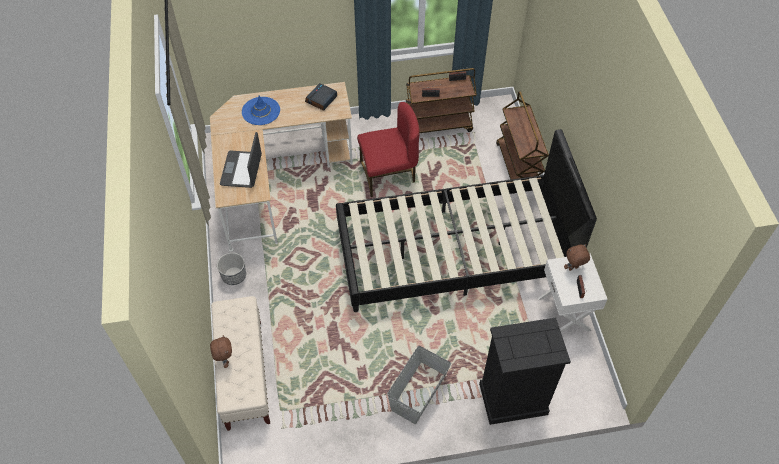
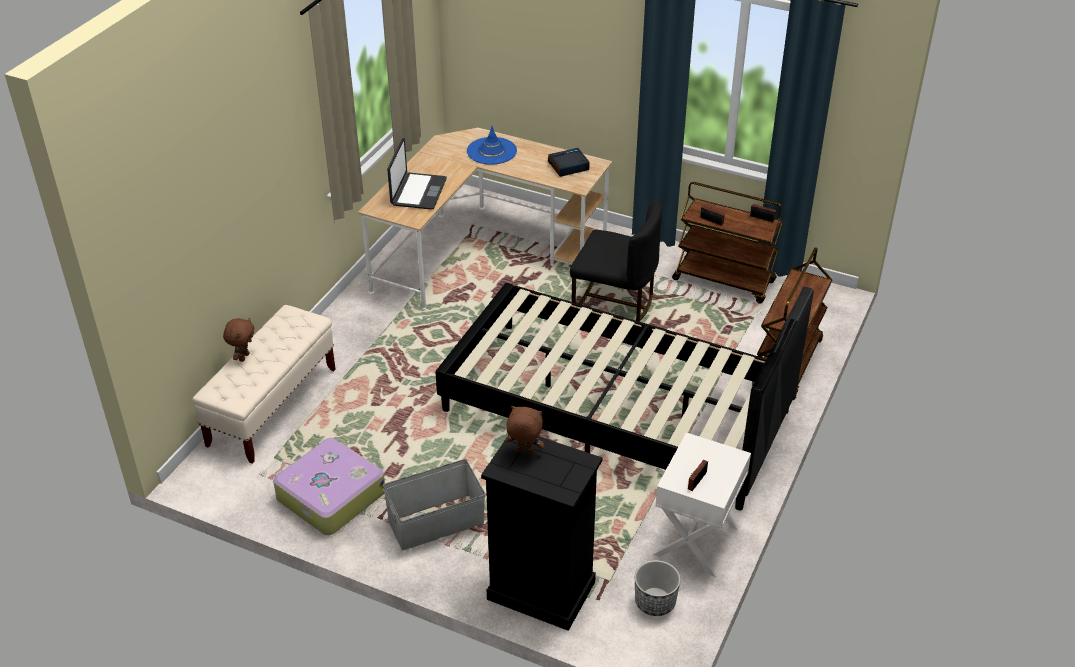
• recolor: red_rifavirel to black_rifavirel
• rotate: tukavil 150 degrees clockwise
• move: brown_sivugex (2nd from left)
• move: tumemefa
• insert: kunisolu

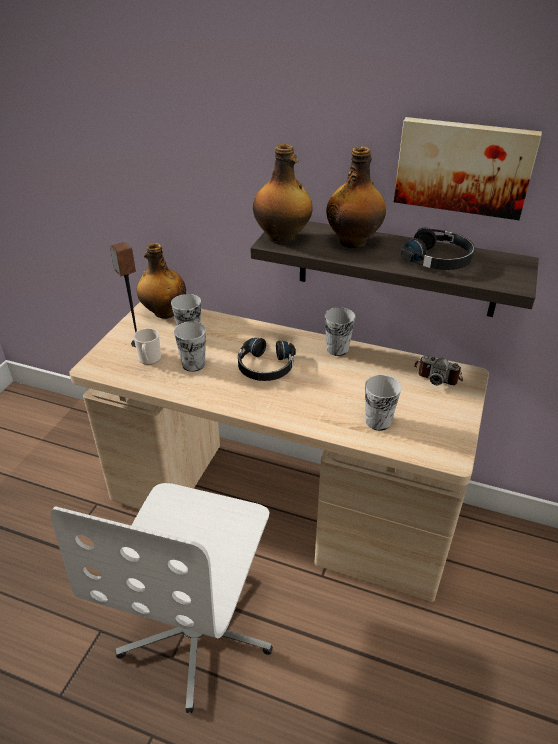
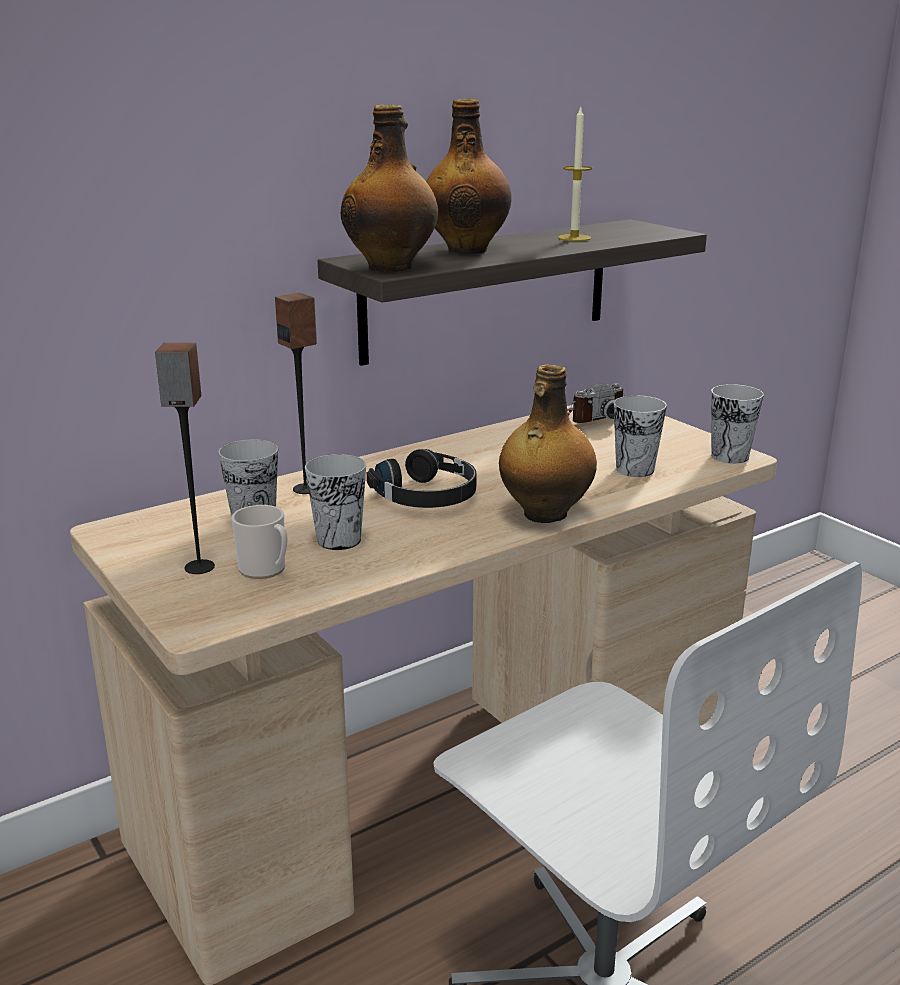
• delete: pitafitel
• replace: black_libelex (2nd from left) to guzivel
• move: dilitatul (1st from left in the first image) to dilitatul (3rd from left)
• move: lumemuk (3rd from left in the first image) to lumemuk (4th from left)
• insert: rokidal (2nd from left)

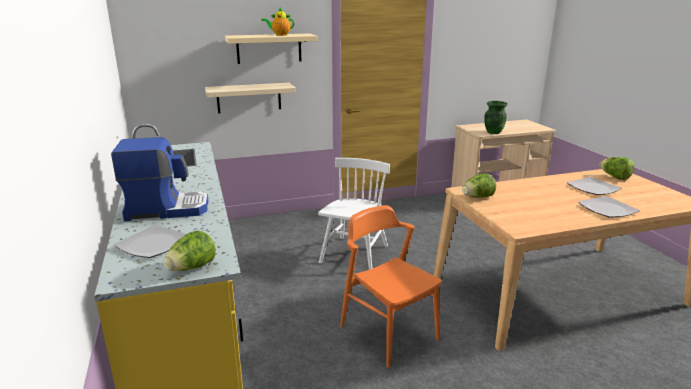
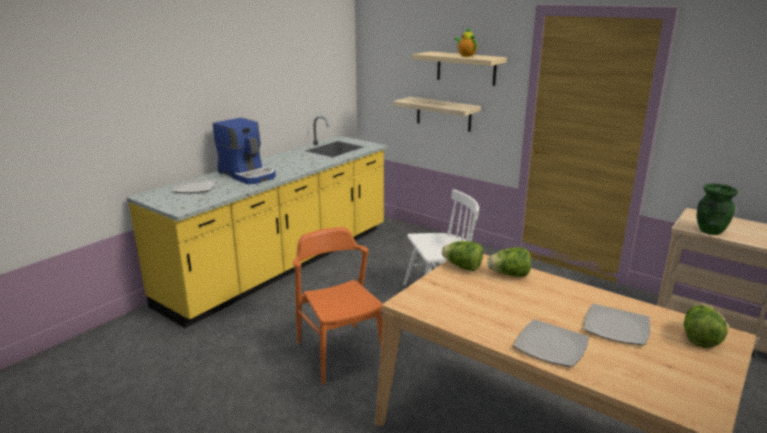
• rotate: orange_rifavirel 45 degrees counterclockwise
• move: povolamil (1st from left in the first image) to povolamil (2nd from left)

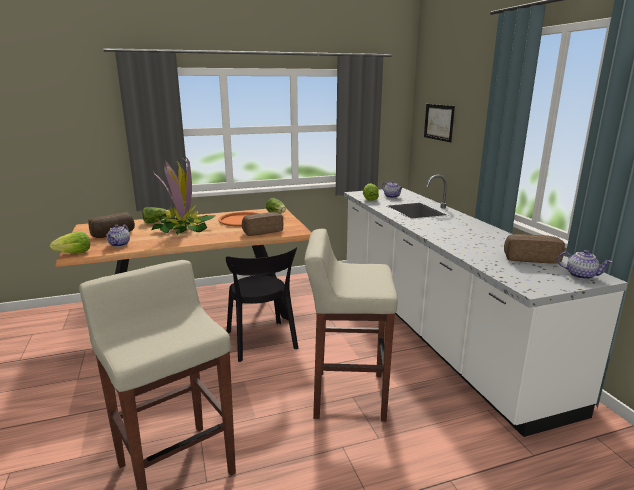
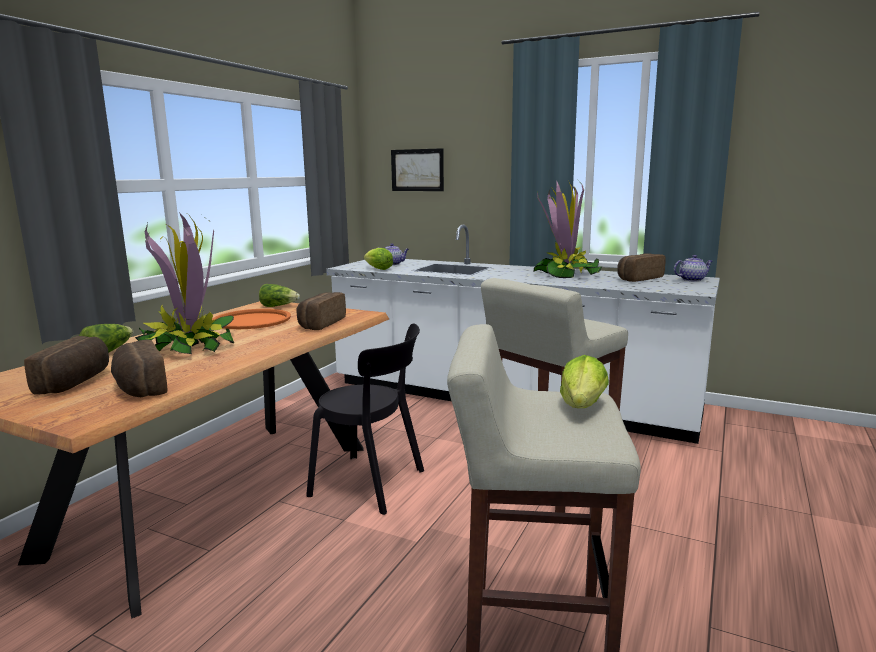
• replace: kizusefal (1st from left) to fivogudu (2nd from left)
• move: povolamil (1st from left in the first image) to povolamil (4th from left)
• insert: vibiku (2nd from left)

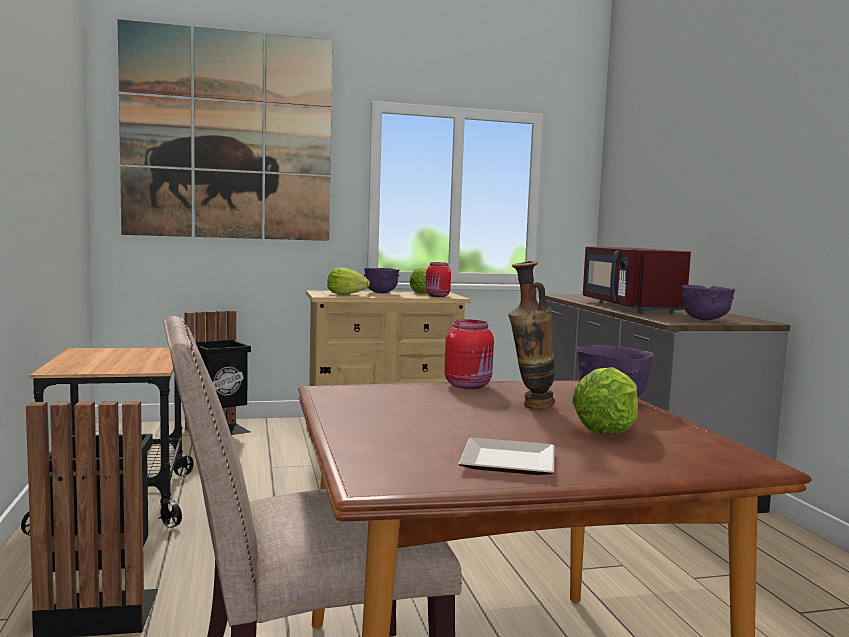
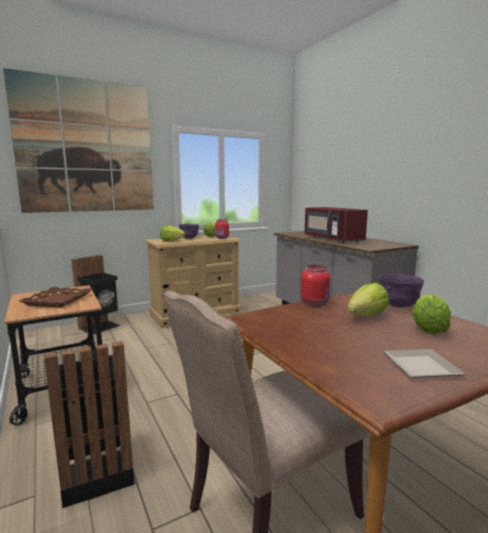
• replace: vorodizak to povolamil (3rd from left)
• delete: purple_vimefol (3rd from left)
• insert: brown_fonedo

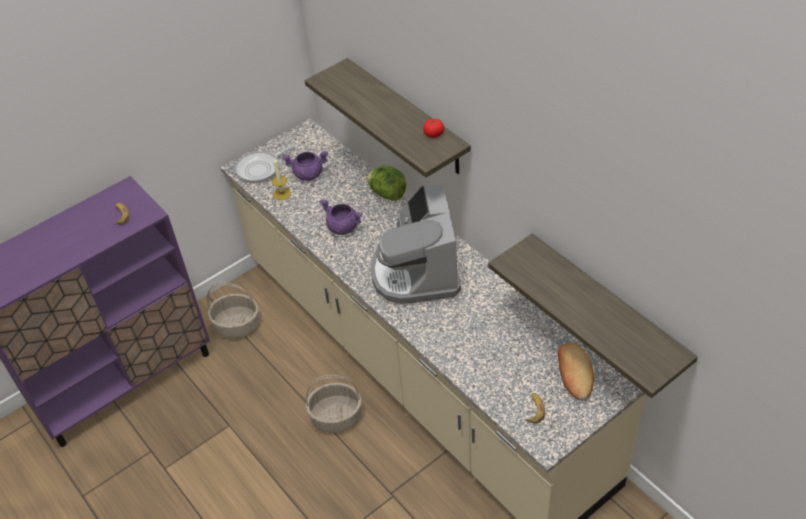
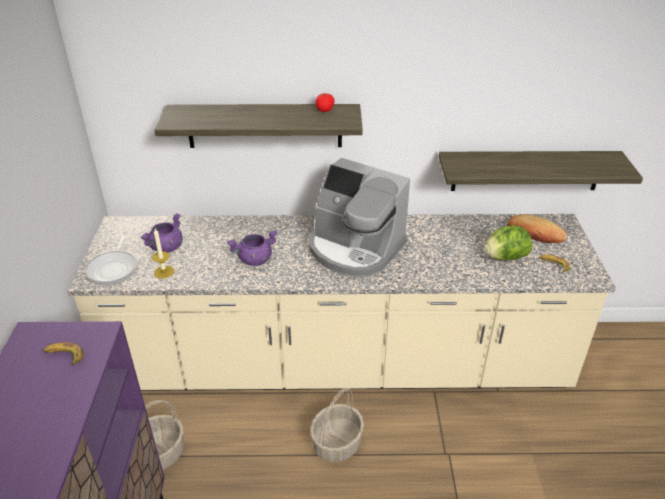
• move: povolamil

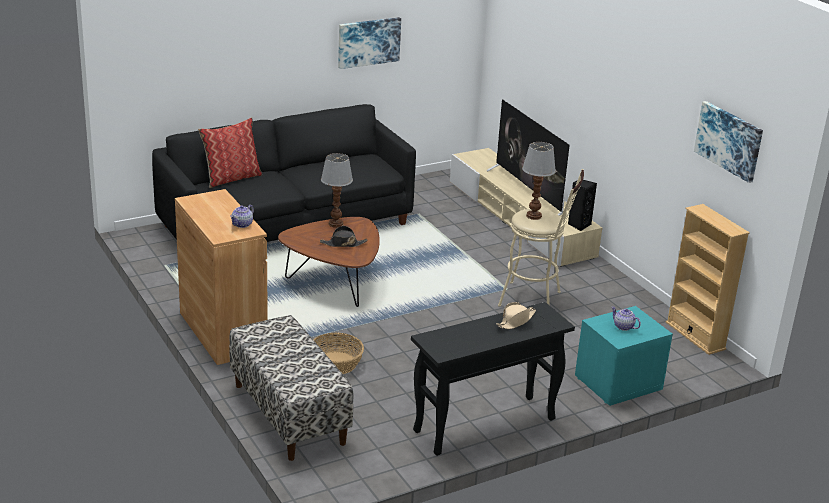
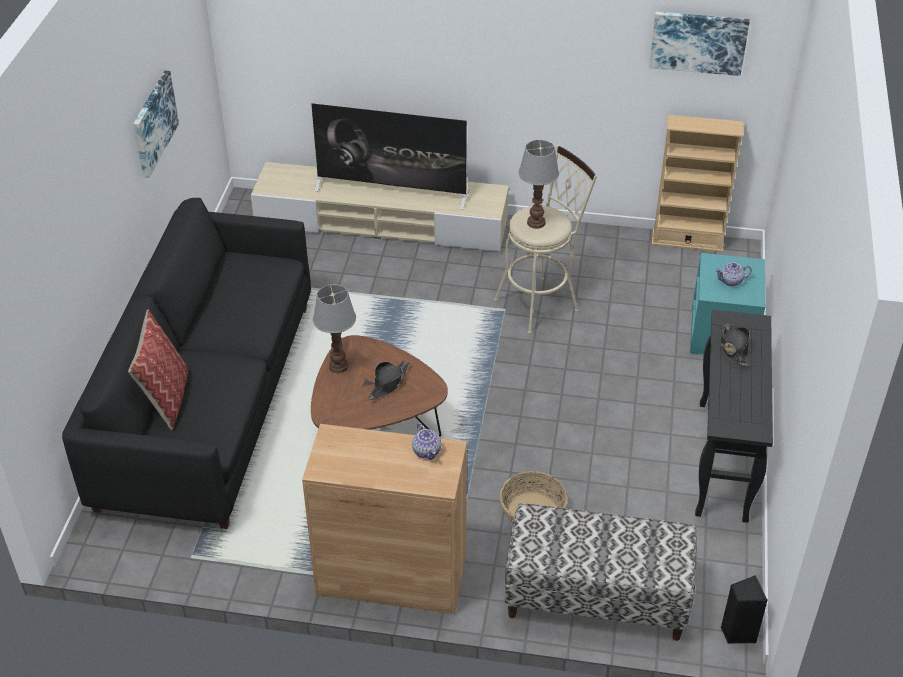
• move: black_rokidal
• recolor: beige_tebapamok to black_tebapamok (2nd from left)

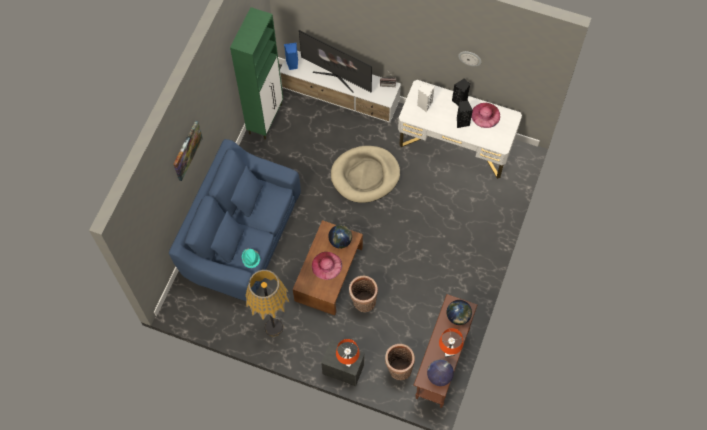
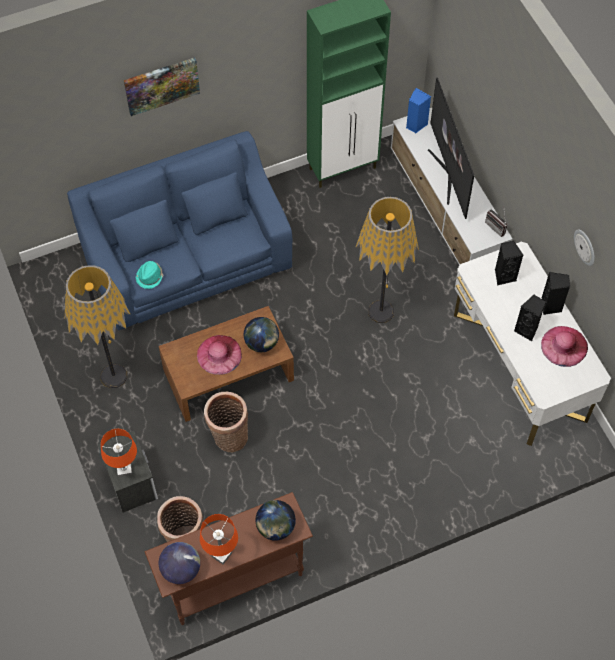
• recolor: white_rokidal to black_rokidal (1st from left)
• replace: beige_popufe to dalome (2nd from left)

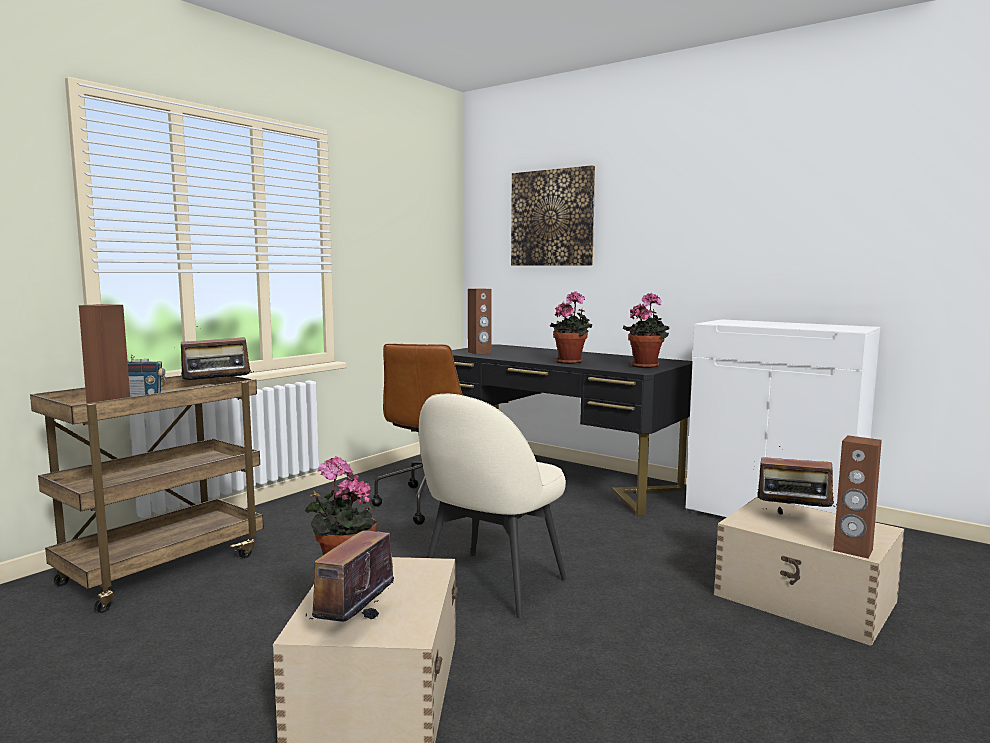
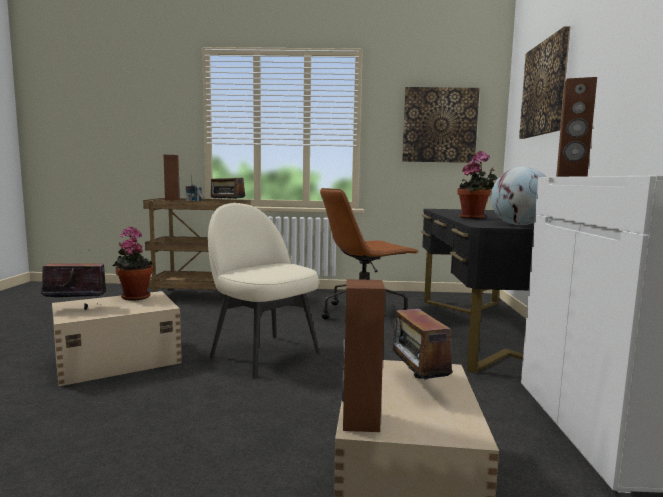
• move: brown_rokidal (2nd from left in the first image) to brown_rokidal (3rd from left)
• replace: vibiku (3rd from left) to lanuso
• rotate: beige_rifavirel 45 degrees clockwise
• insert: pitafitel (1st from left)

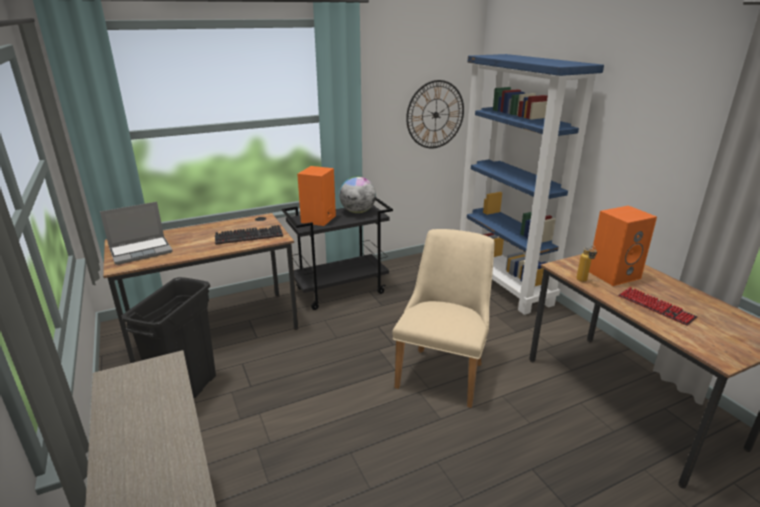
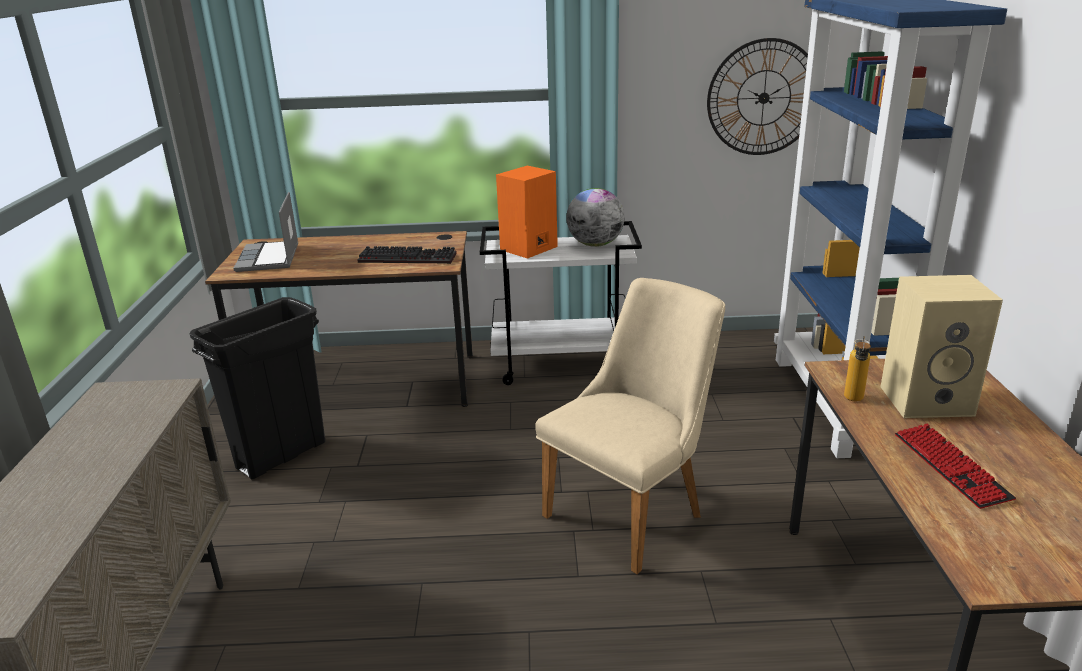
• recolor: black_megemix to white_megemix
• rotate: tukavil 90 degrees clockwise
• recolor: orange_rokidal (2nd from left) to beige_rokidal

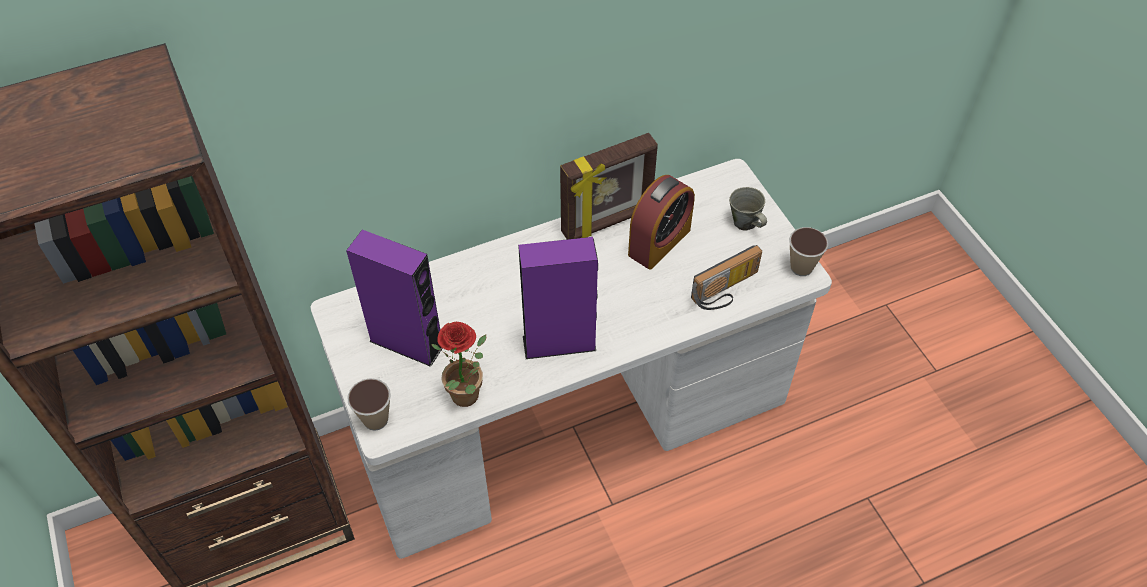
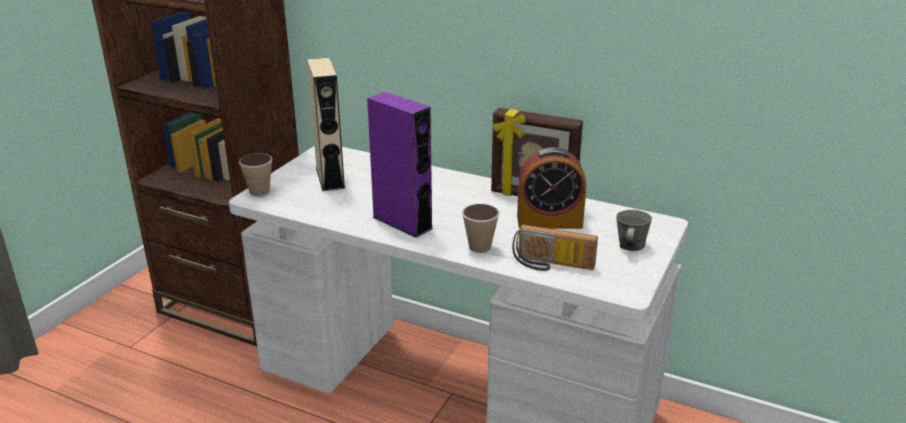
• move: lumemuk (2nd from left)
• recolor: purple_rokidal (1st from left) to beige_rokidal
• delete: vibiku

